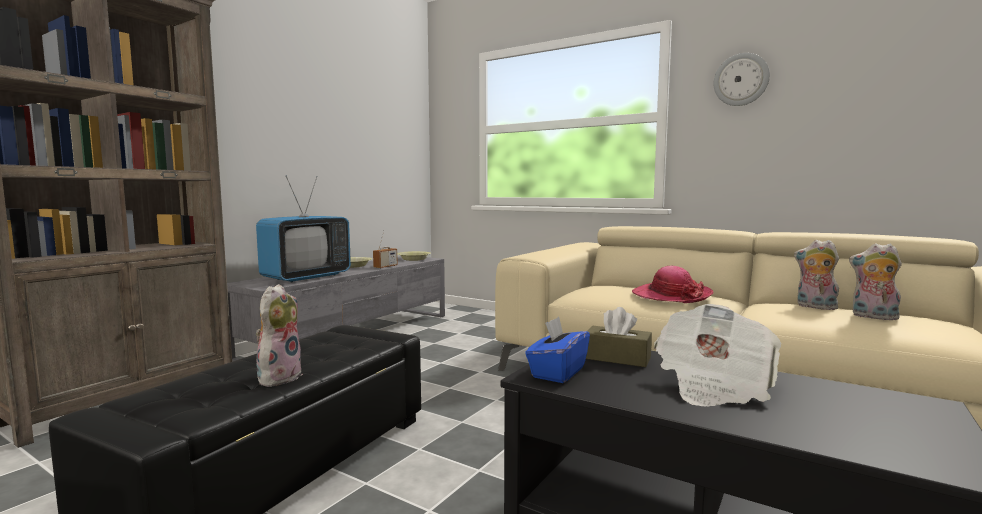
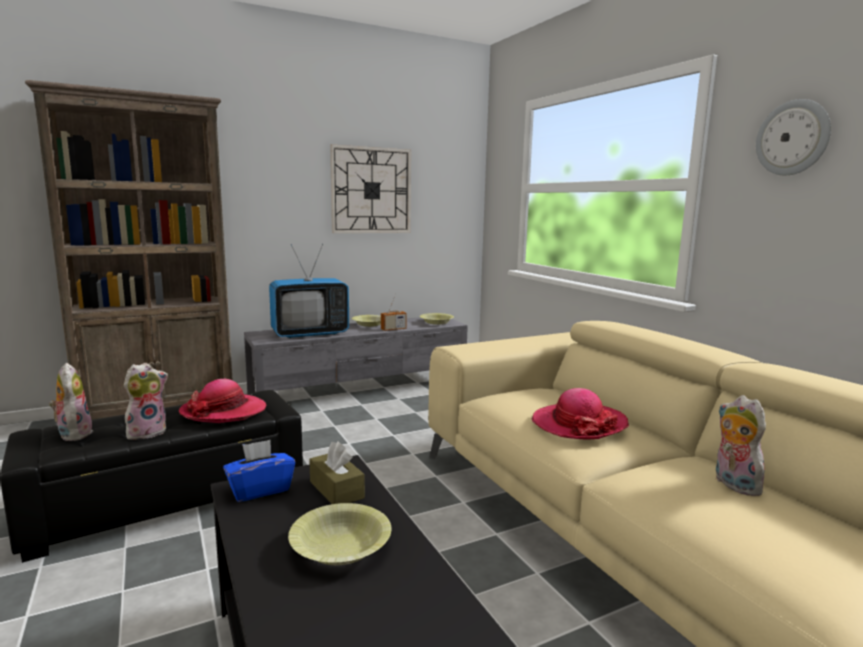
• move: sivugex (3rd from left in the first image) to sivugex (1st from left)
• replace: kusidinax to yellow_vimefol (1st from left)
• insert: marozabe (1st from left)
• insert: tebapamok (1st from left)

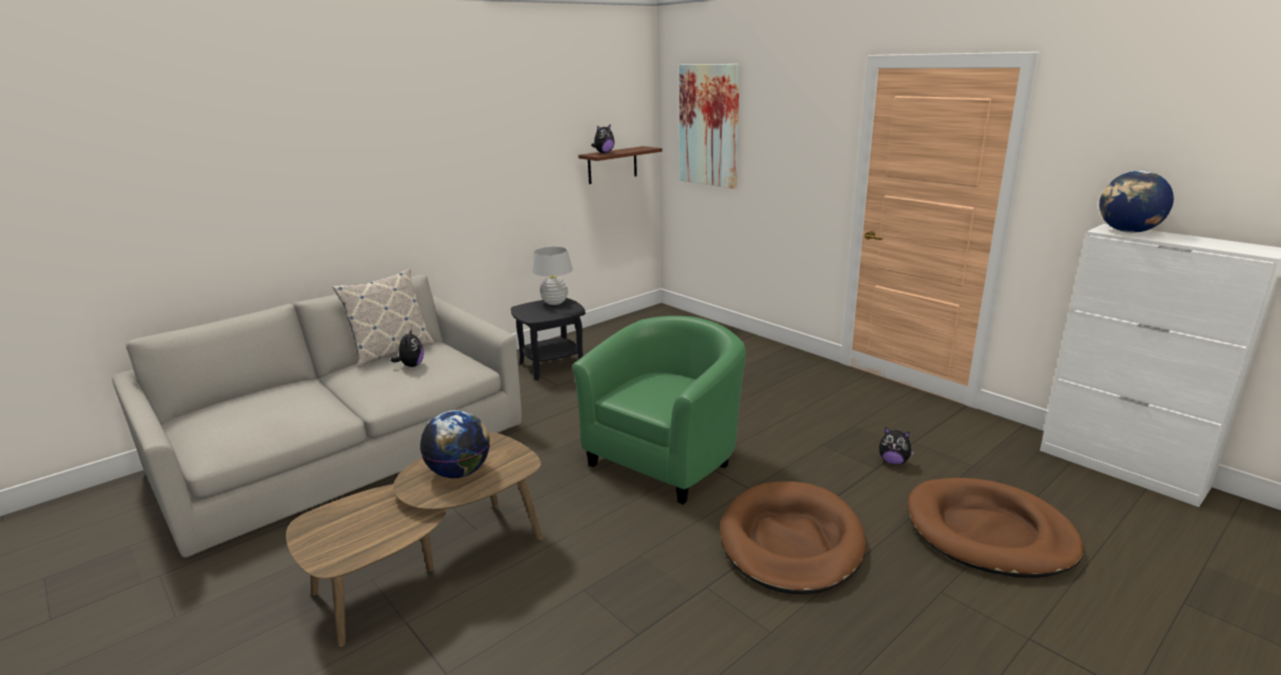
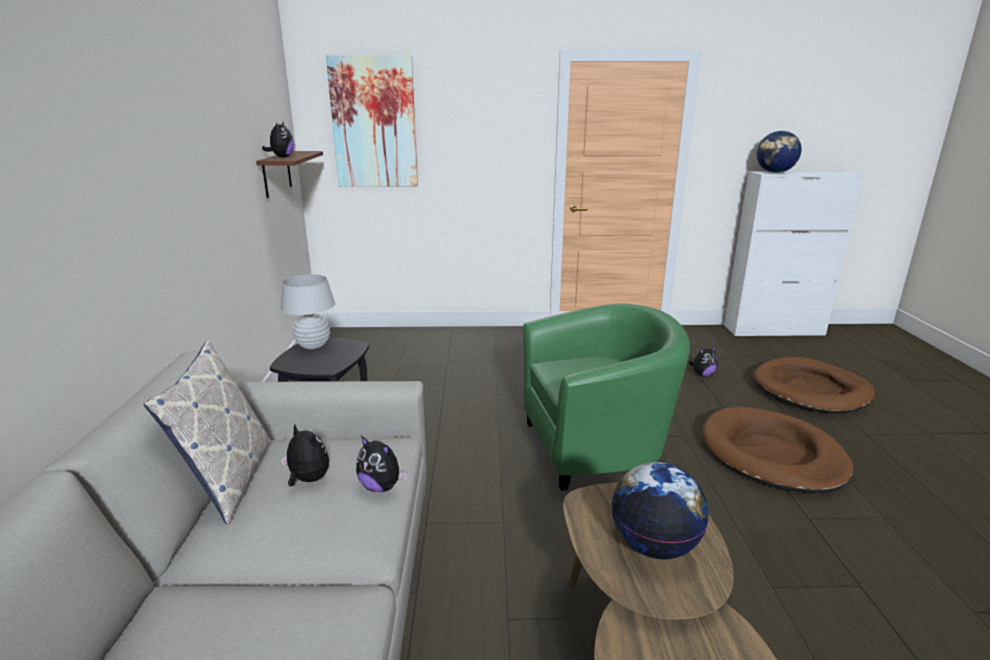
• rotate: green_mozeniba 90 degrees clockwise
• insert: sivugex (3rd from left)

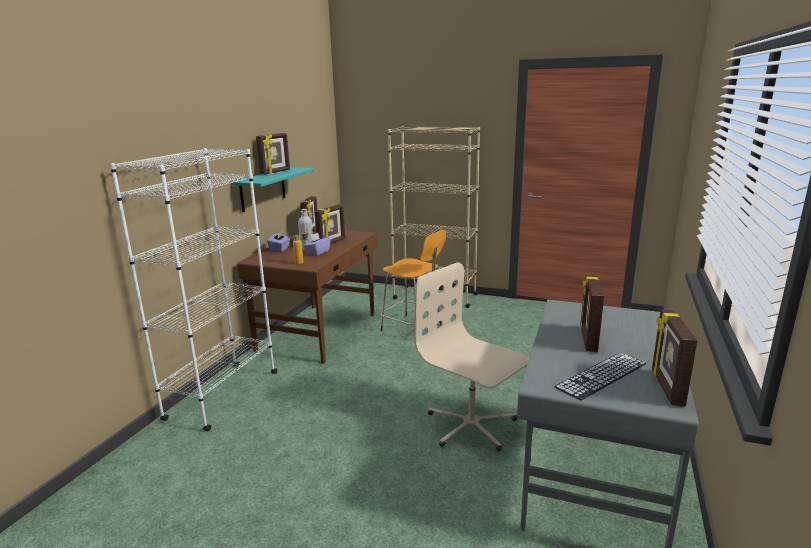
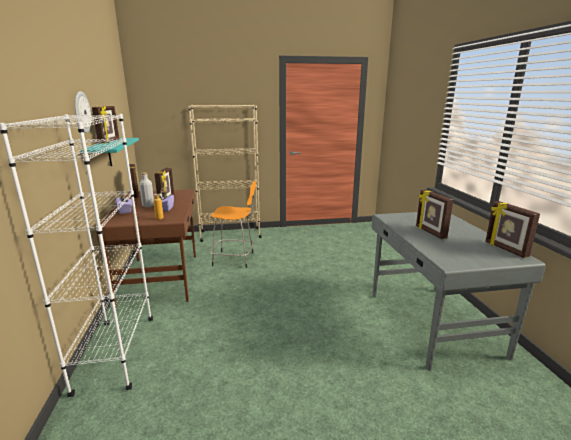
• delete: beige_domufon
• delete: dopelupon
• insert: marozabe

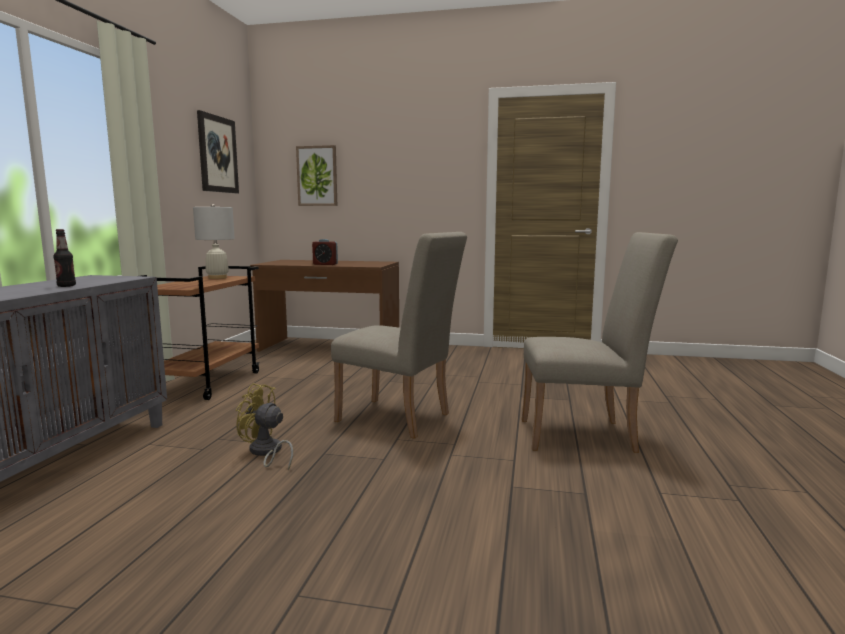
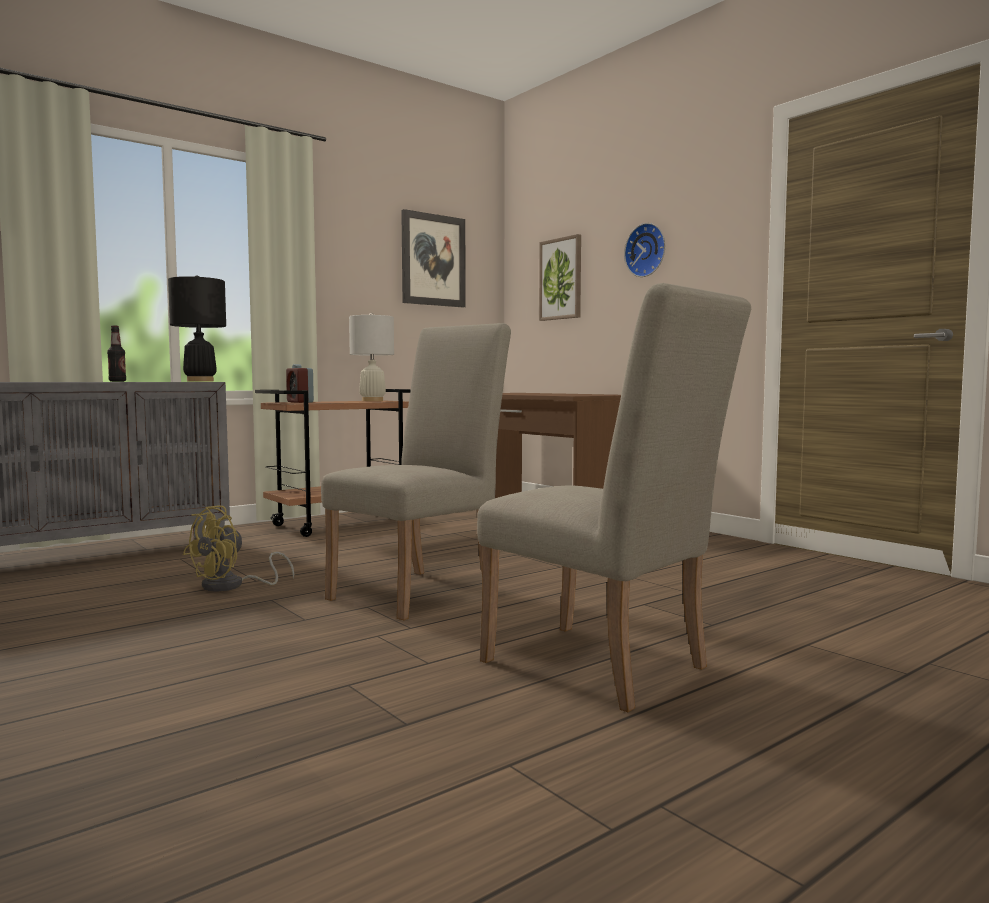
• rotate: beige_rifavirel (1st from left) 120 degrees counterclockwise
• move: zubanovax
• rotate: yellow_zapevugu 120 degrees counterclockwise
• insert: marozabe
• insert: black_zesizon

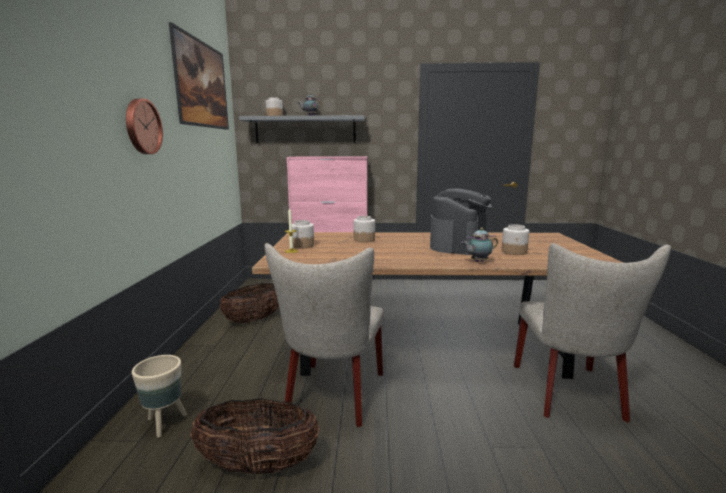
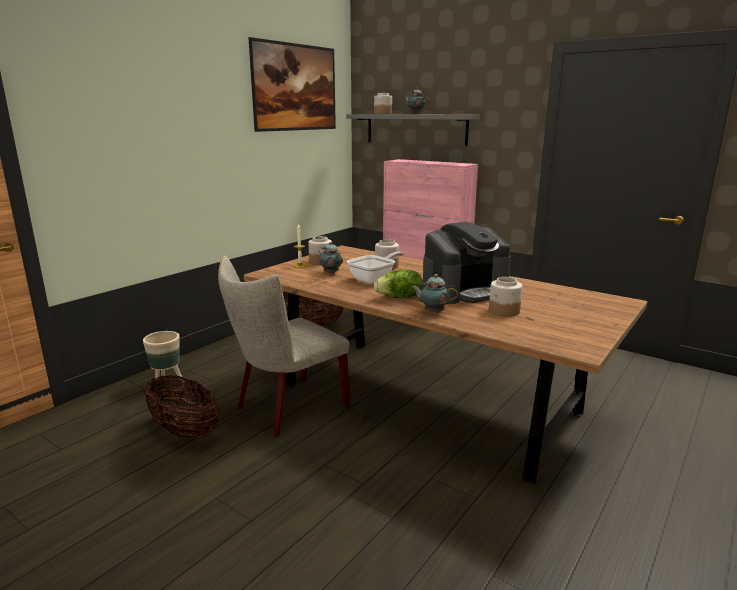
• delete: marozabe
• delete: beige_rifavirel (2nd from left)
• insert: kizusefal (1st from left)
• insert: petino
• insert: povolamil

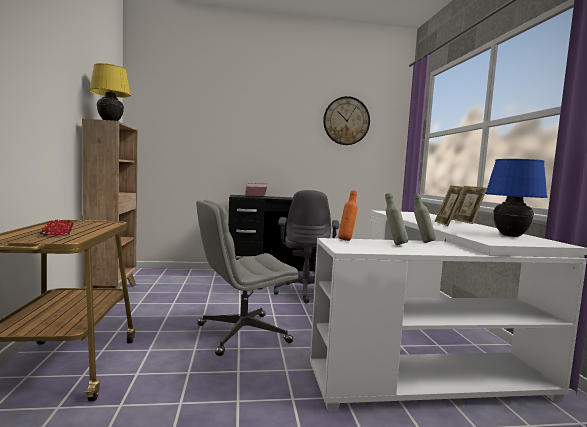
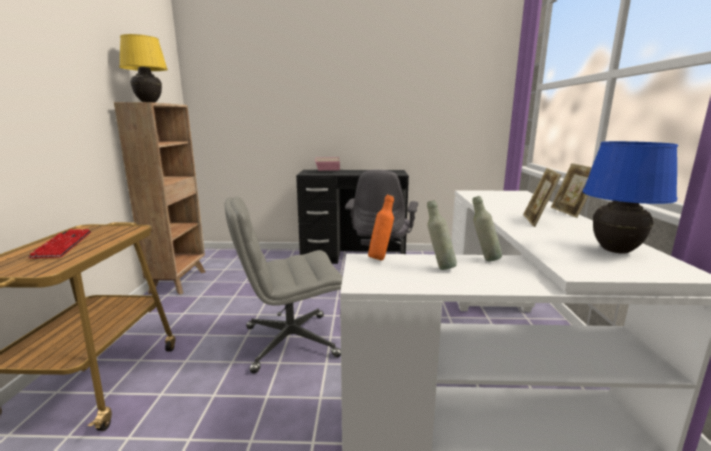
• delete: marozabe

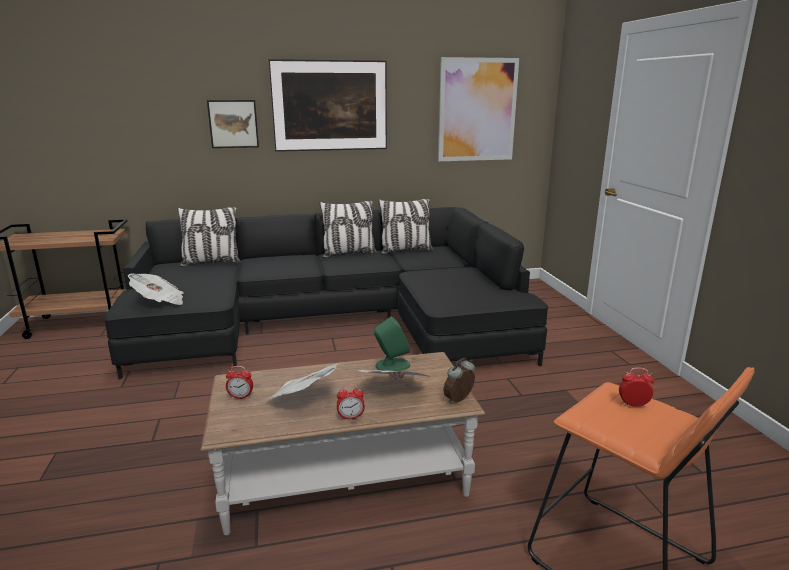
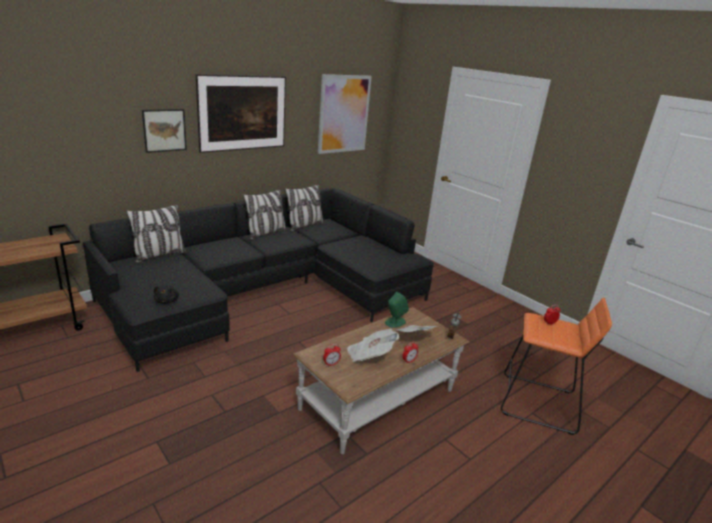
• replace: kusidinax (1st from left) to black_sivugex

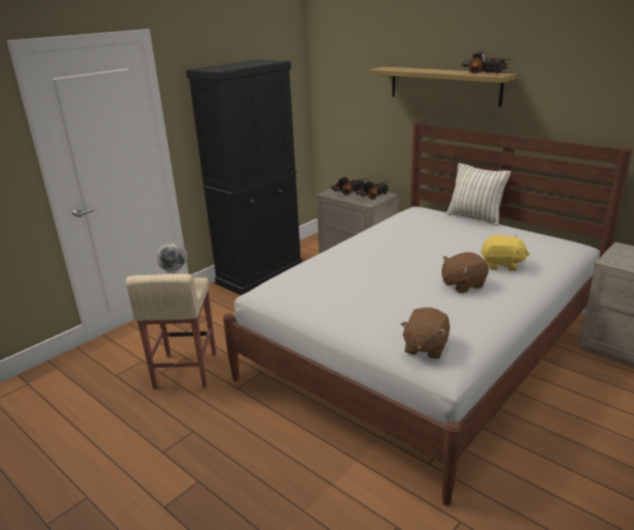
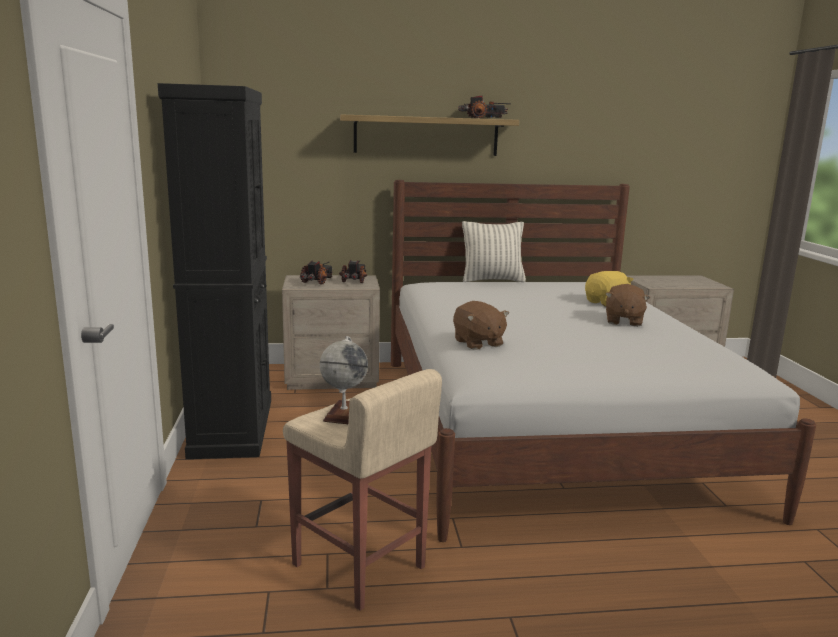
• move: brown_sivugex (1st from left)

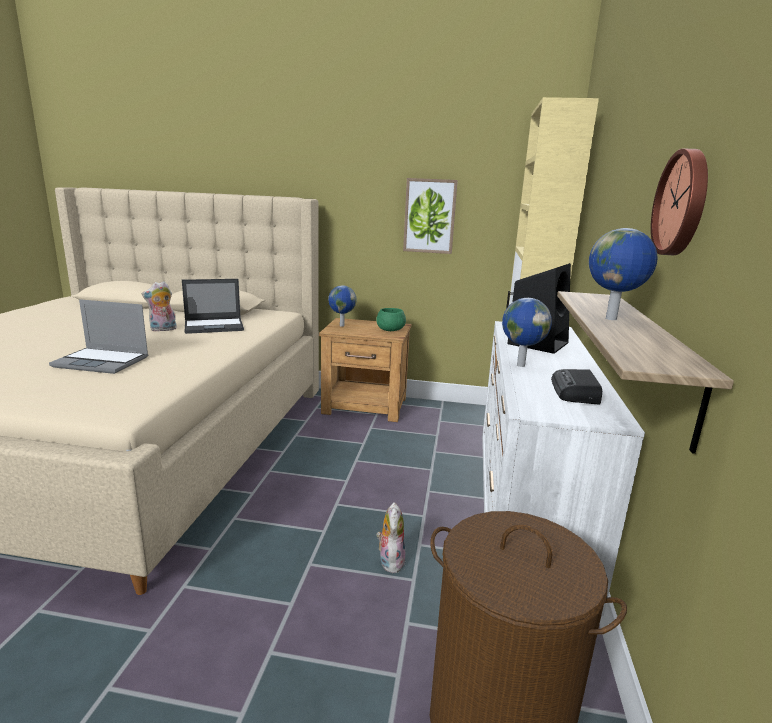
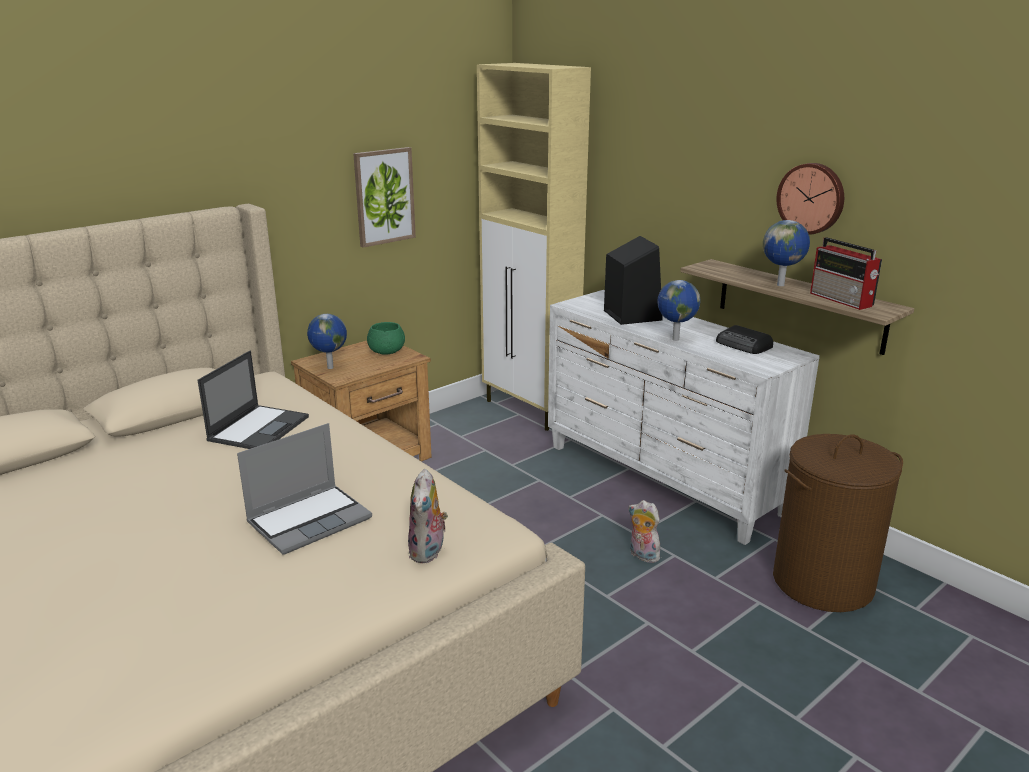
• move: sivugex (1st from left)
• insert: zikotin (2nd from left)

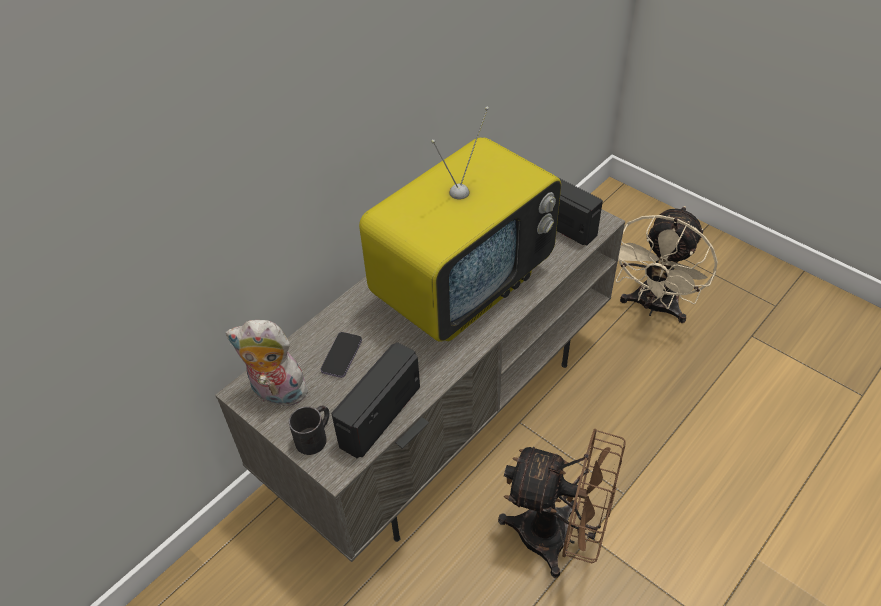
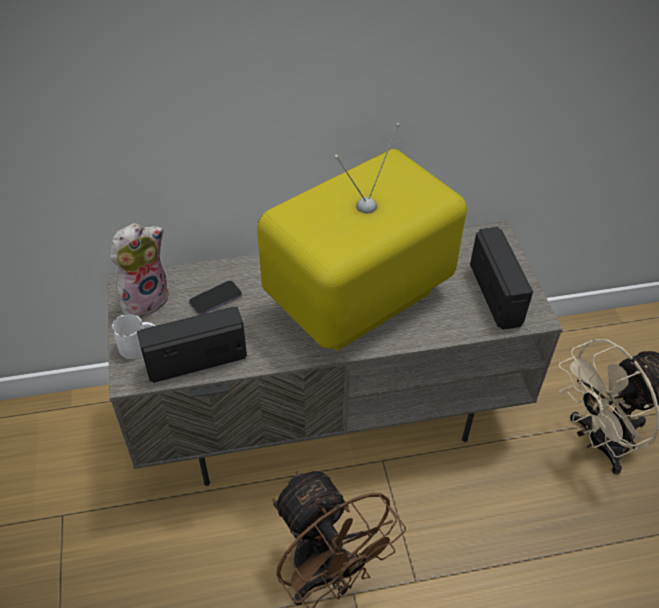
• rotate: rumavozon 150 degrees clockwise
• rotate: sivugex 90 degrees clockwise
• recolor: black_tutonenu to white_tutonenu

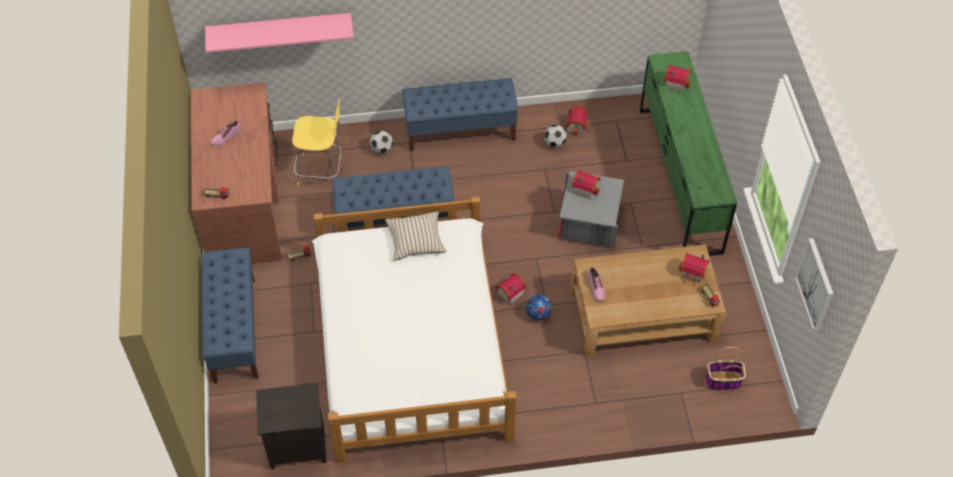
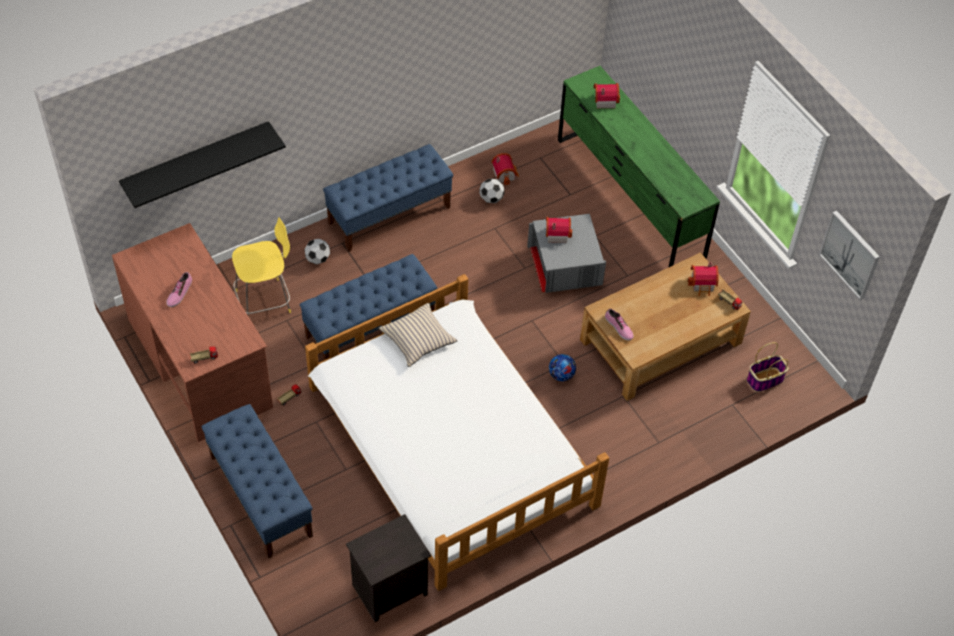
• recolor: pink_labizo to black_labizo
• delete: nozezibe (1st from left)

